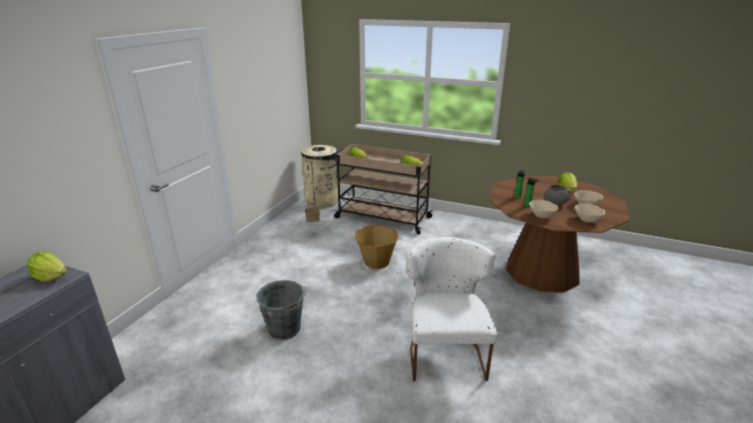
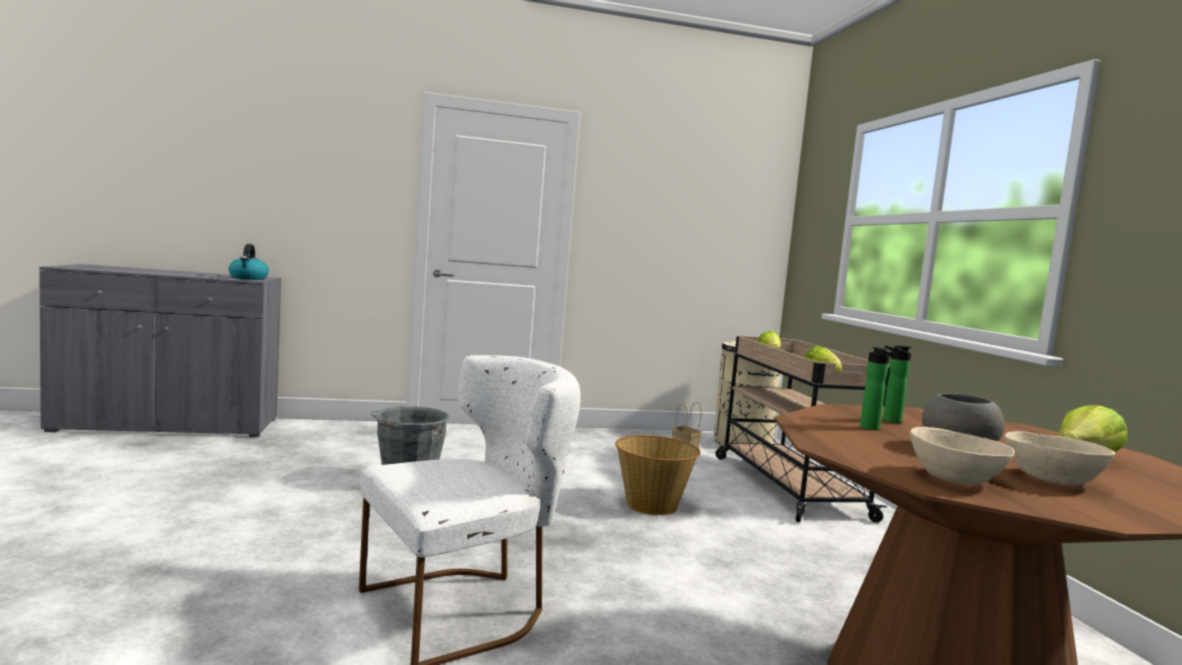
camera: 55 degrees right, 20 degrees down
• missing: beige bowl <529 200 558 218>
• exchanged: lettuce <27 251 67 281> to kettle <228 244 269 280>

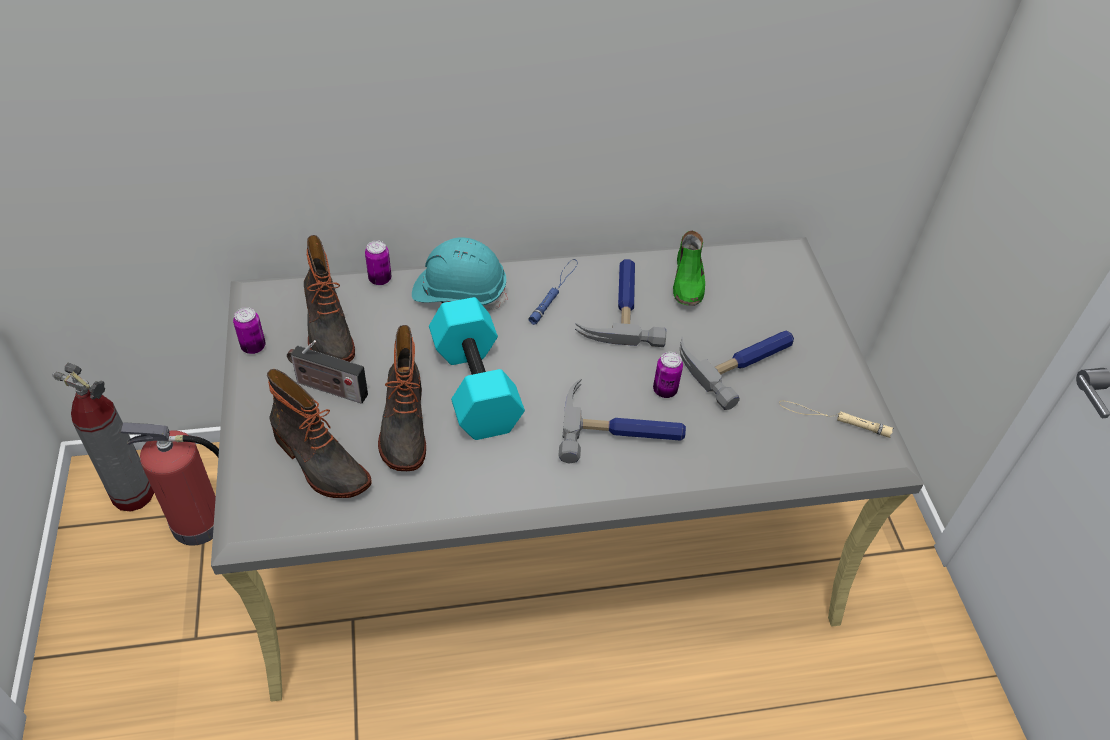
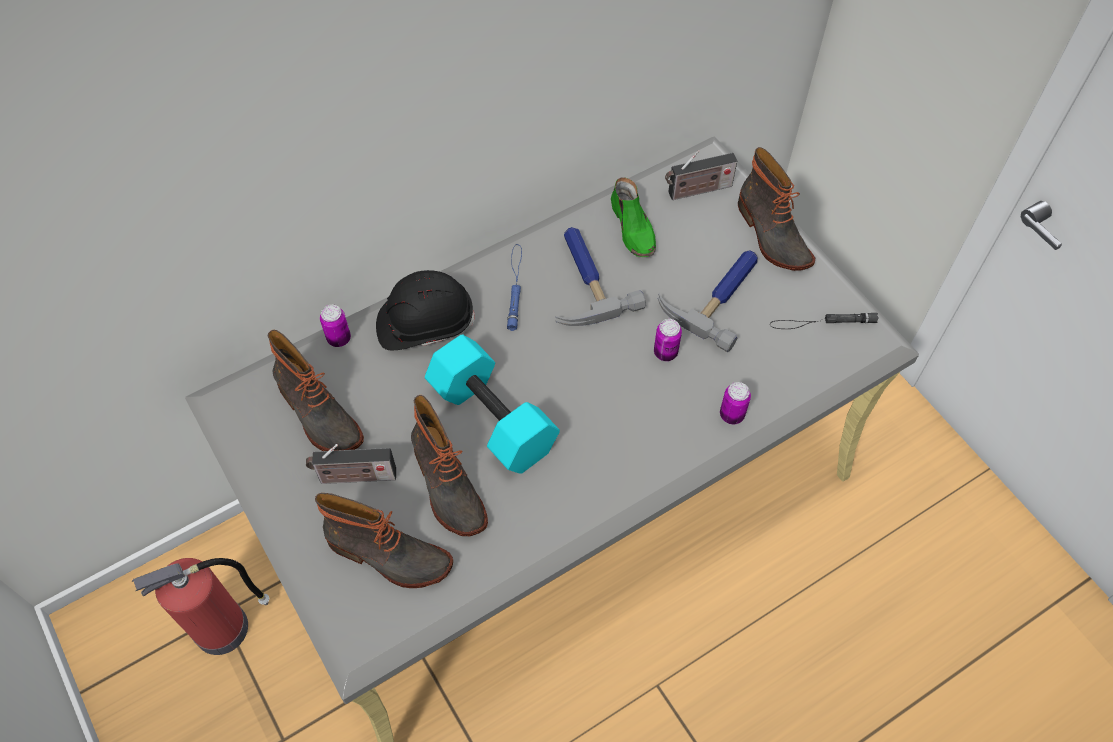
camera: 20 degrees left, 10 degrees up
• colour: turquoise hard hat <412 237 508 310> to black hard hat <376 270 475 350>
• relocated: can <233 307 266 354> to <720 382 751 424>
• missing: fire extinguisher <52 363 154 512>
• missing: hammer <558 379 686 464>
• colour: beige flashlight <779 400 893 438> to black flashlight <770 313 879 329>
• appeared: boot <738 147 815 271>
• appeared: radio <665 150 737 200>

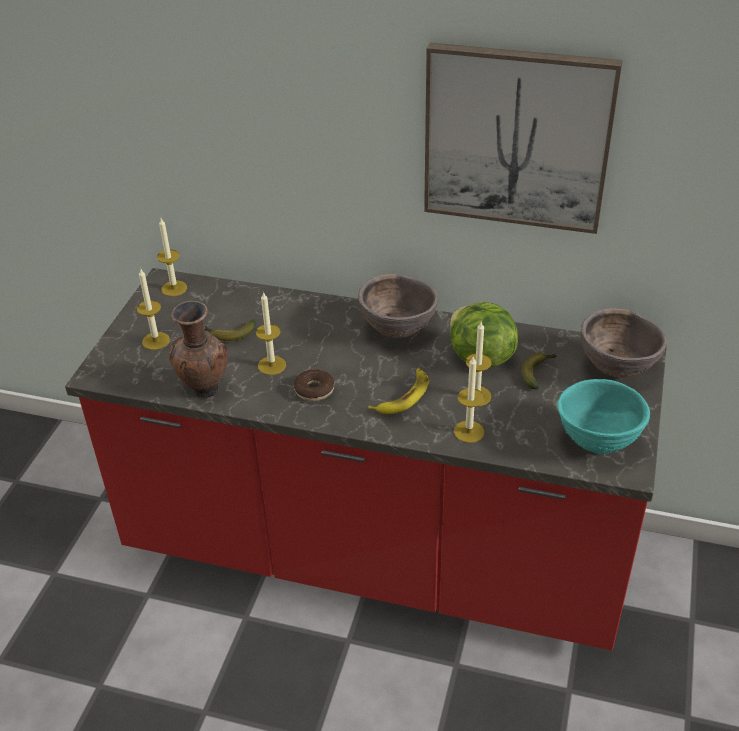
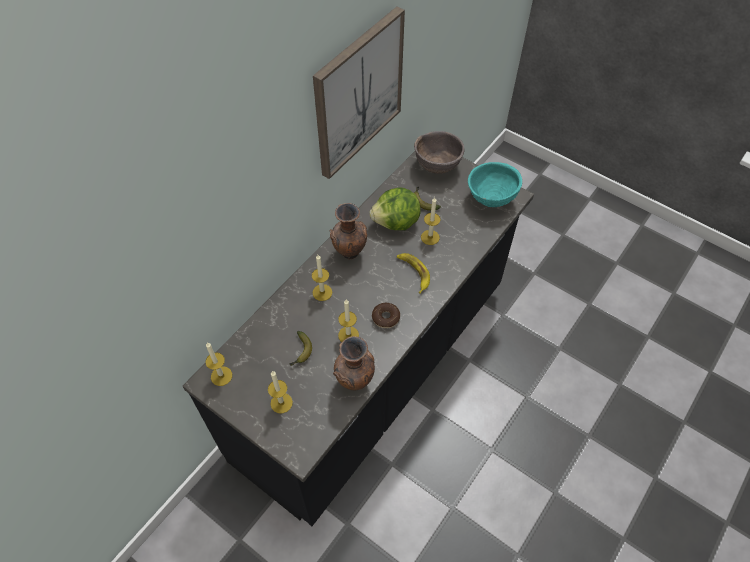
camera: 70 degrees left, 15 degrees up
• colour: red counter <65 268 667 651> to black counter <183 151 534 526>
• exchanged: brown bowl <358 274 438 338> to brown vase <329 203 367 259>
• relocated: candle <454 356 485 443> to <312 255 332 301>

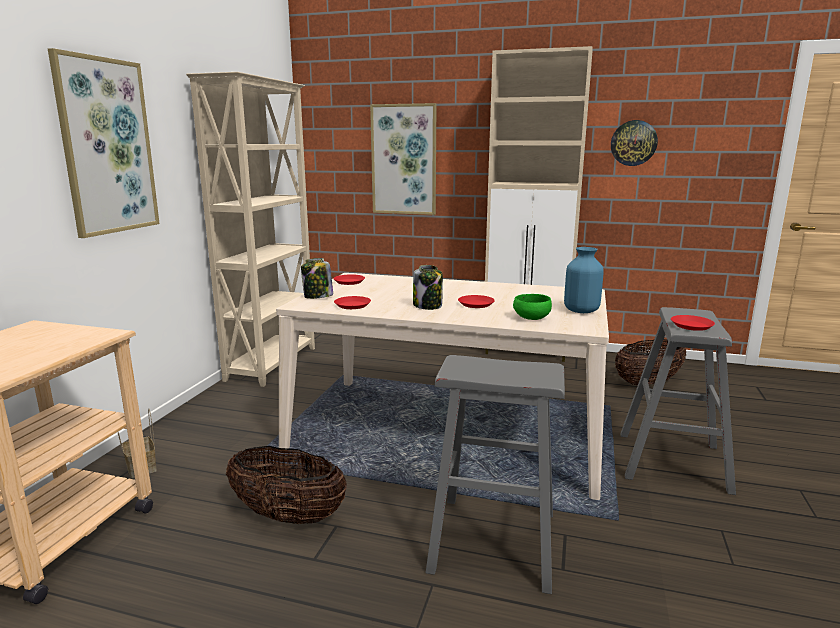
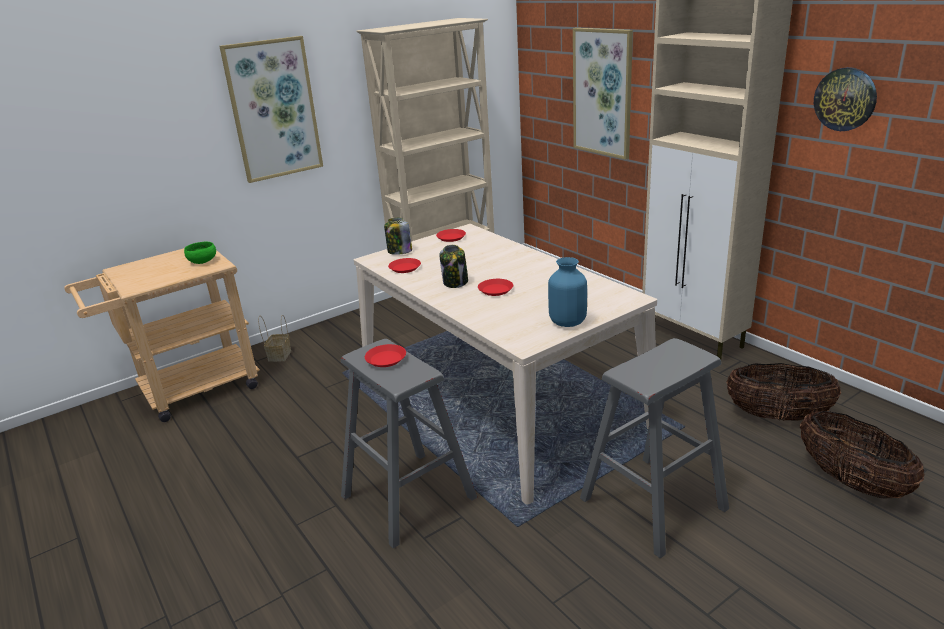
camera: 40 degrees right, 10 degrees up
• relocated: green bowl <513 294 552 320> to <184 242 216 264>
• relocated: red plate <671 315 715 331> to <365 344 406 367>
• relocated: basket <226 446 347 524> to <800 410 925 499>

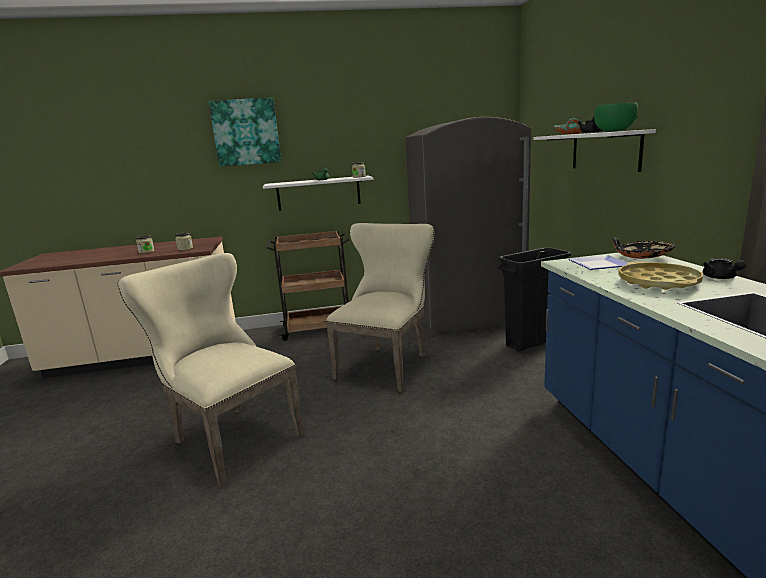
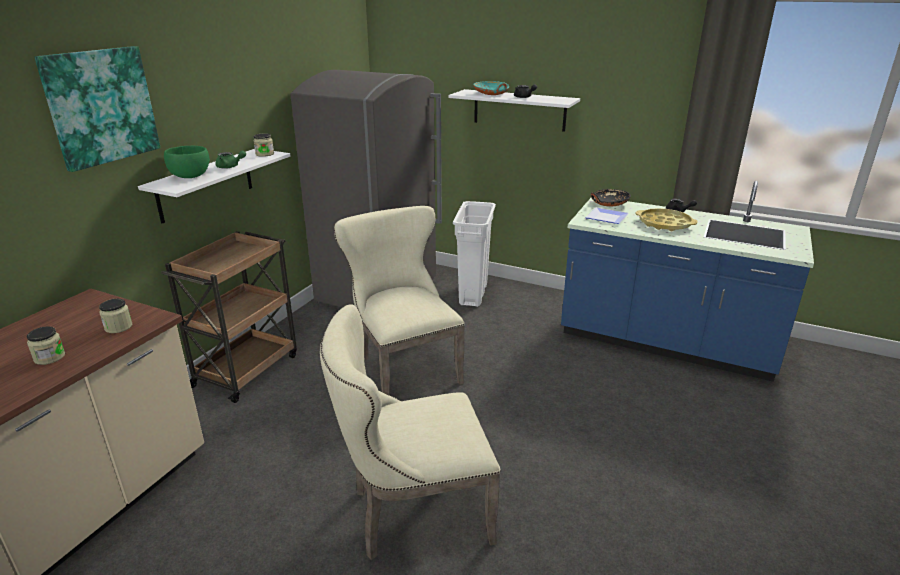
camera: 55 degrees left, 10 degrees up
• relocated: green bowl <594 103 638 132> to <164 146 210 178>
• colour: black trash can <499 247 571 352> to white trash can <453 201 496 307>

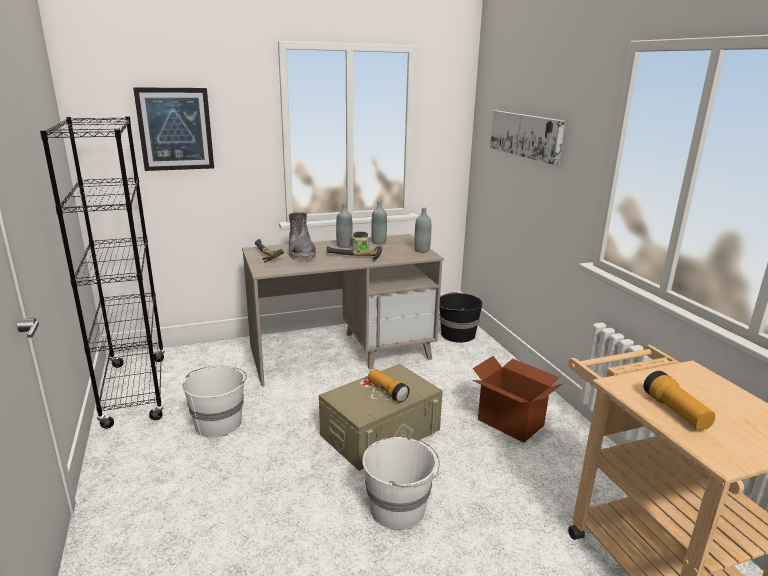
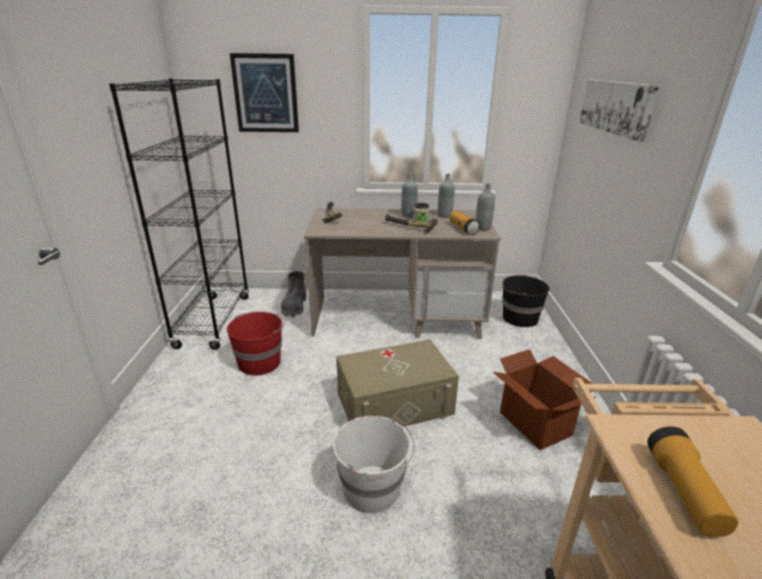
camera: 20 degrees right, 5 degrees up
• relocated: grey boot <289 212 316 260> to <281 271 306 317>
• colour: white bucket <182 366 247 437> to red bucket <227 311 285 376>
• relocated: flashlight <368 369 410 403> to <450 211 480 235>

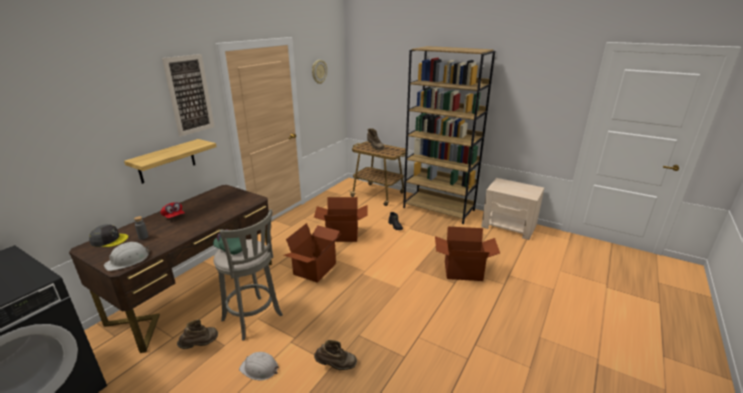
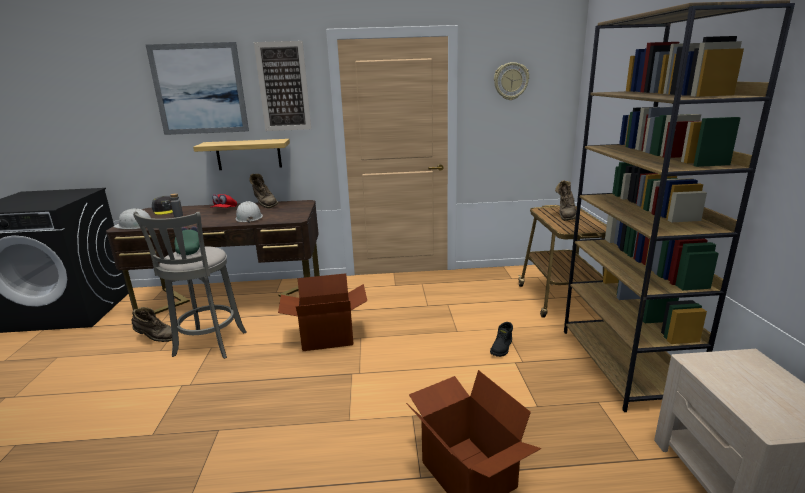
camera: 55 degrees right, 5 degrees down
• missing: cardboard box <314 197 368 242>
• relocated: brown boot <314 340 357 370> to <249 174 278 208>
• relocated: white hard hat <239 352 279 381> to <236 201 263 223>
• appeared: picture <146 42 249 135>

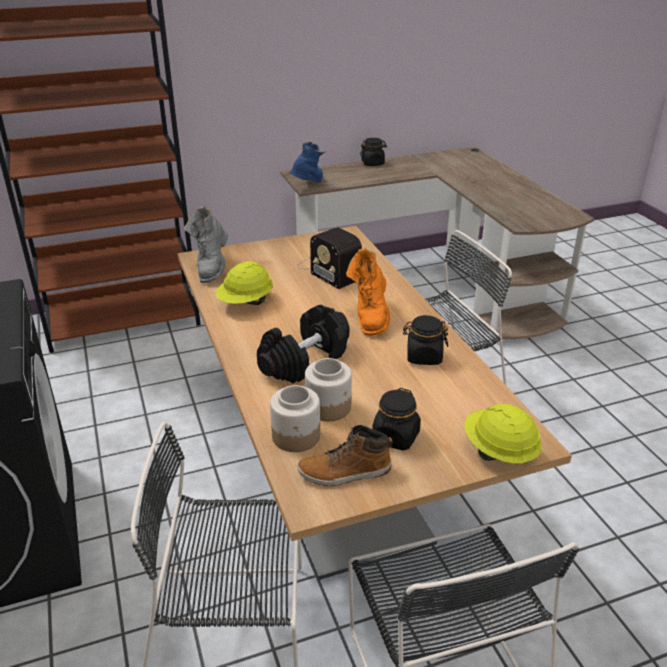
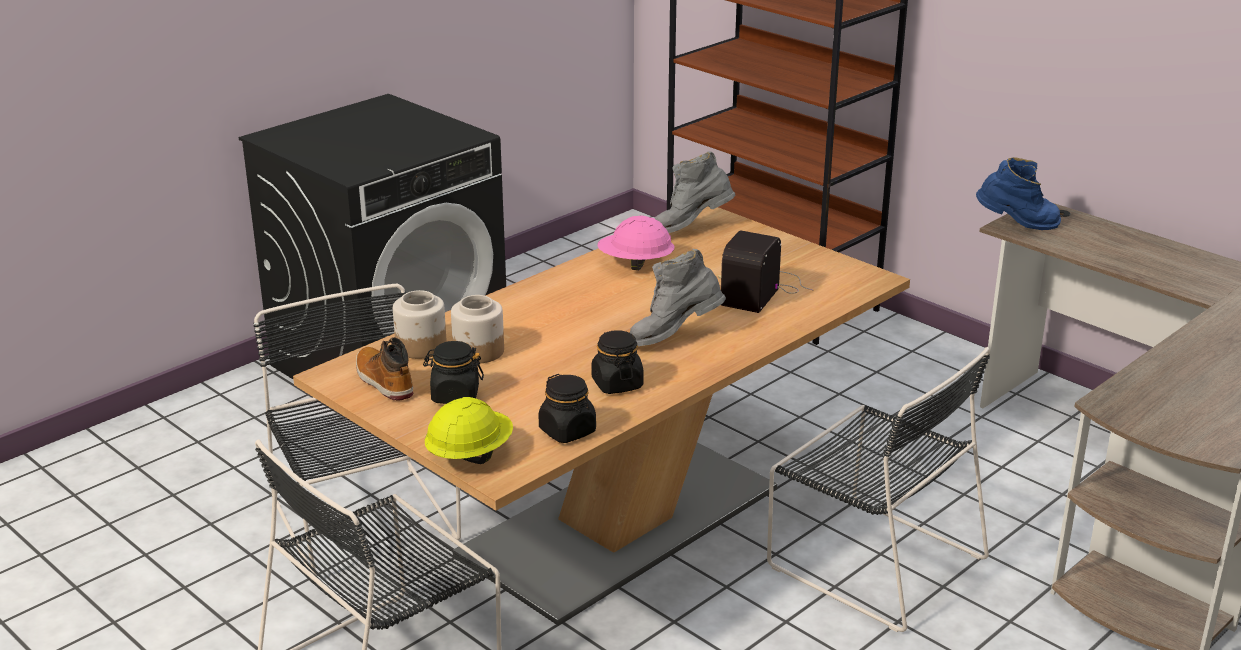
camera: 65 degrees right, 5 degrees down
• relocated: black jar <360 138 387 166> to <538 374 596 443>
• colour: orange boot <346 248 390 336> to grey boot <630 249 726 346>
• colour: yellow hard hat <216 261 273 305> to pink hard hat <597 216 675 270>
• missing: black dumbbell <257 305 350 383>

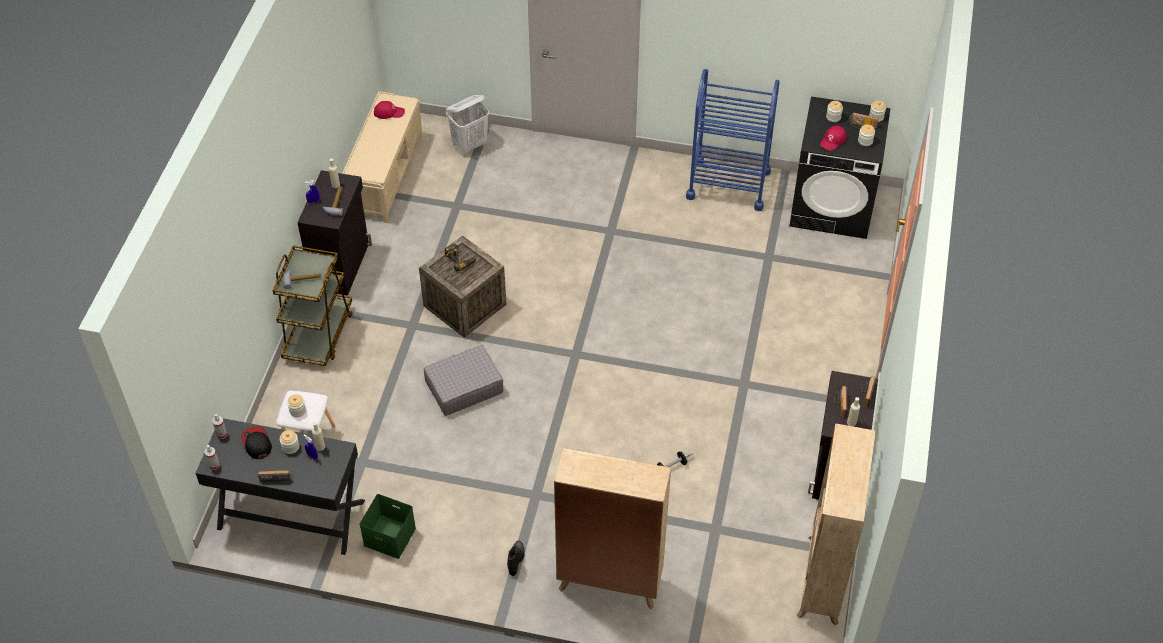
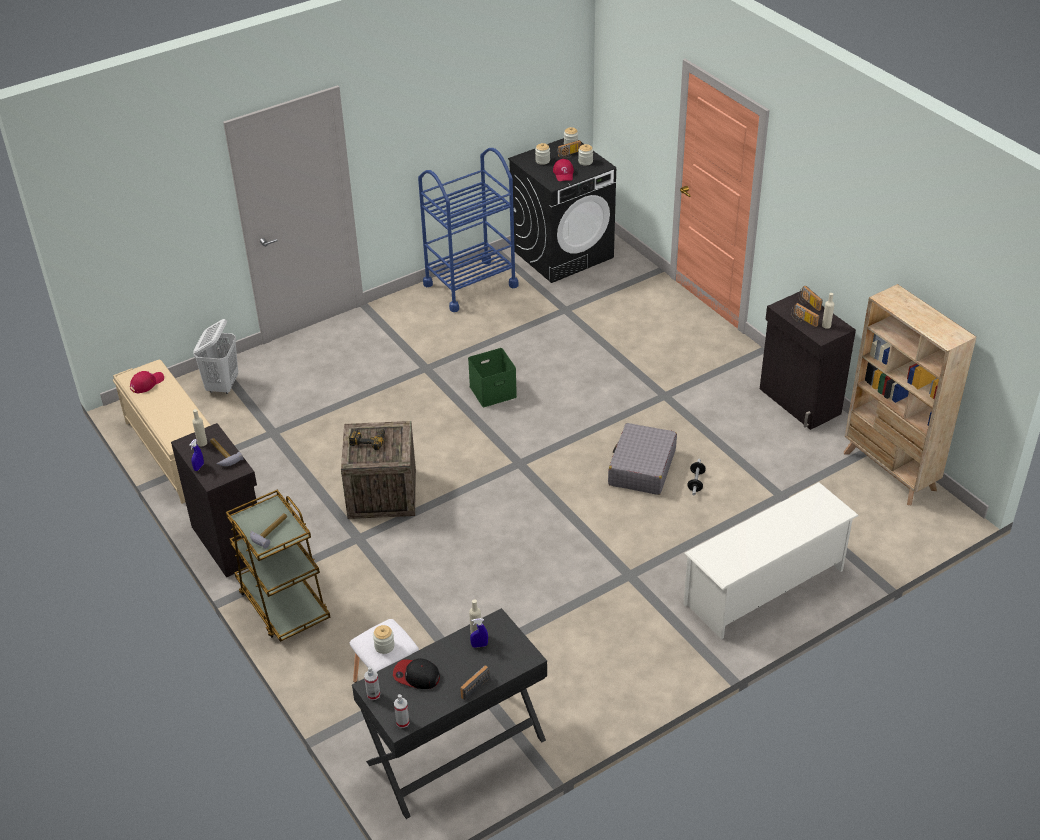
camera: 45 degrees left, 10 degrees down
• relocated: grey suitcase <424 345 503 416> to <608 423 677 495>
• missing: jar <280 430 299 454>
• exchanged: beige bookcase <554 448 671 609> to white shoe rack <683 482 859 639>
• relocated: green storage box <360 494 416 559> to <468 348 517 407>
• missing: black boot <507 541 525 576>

